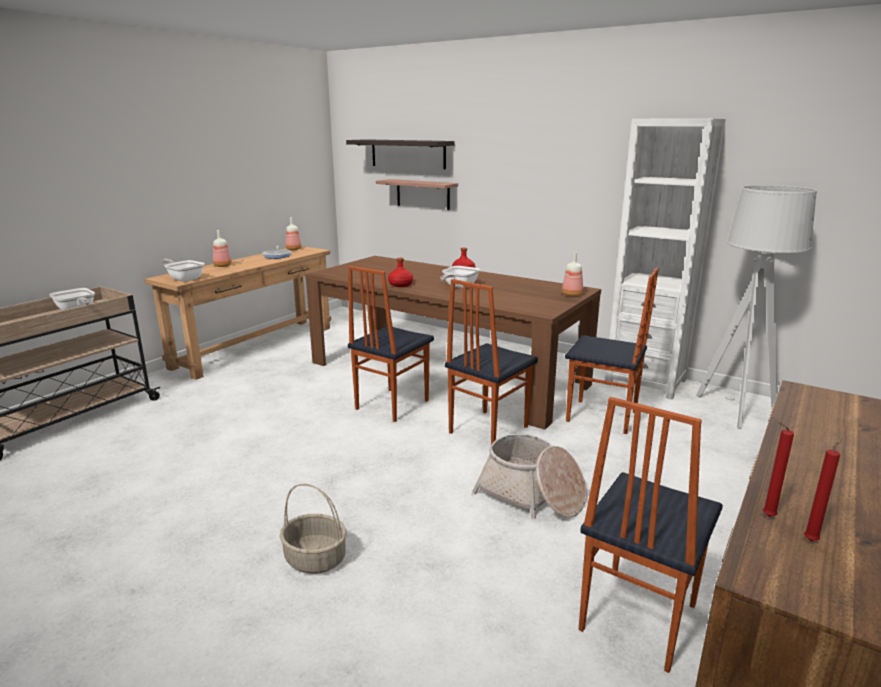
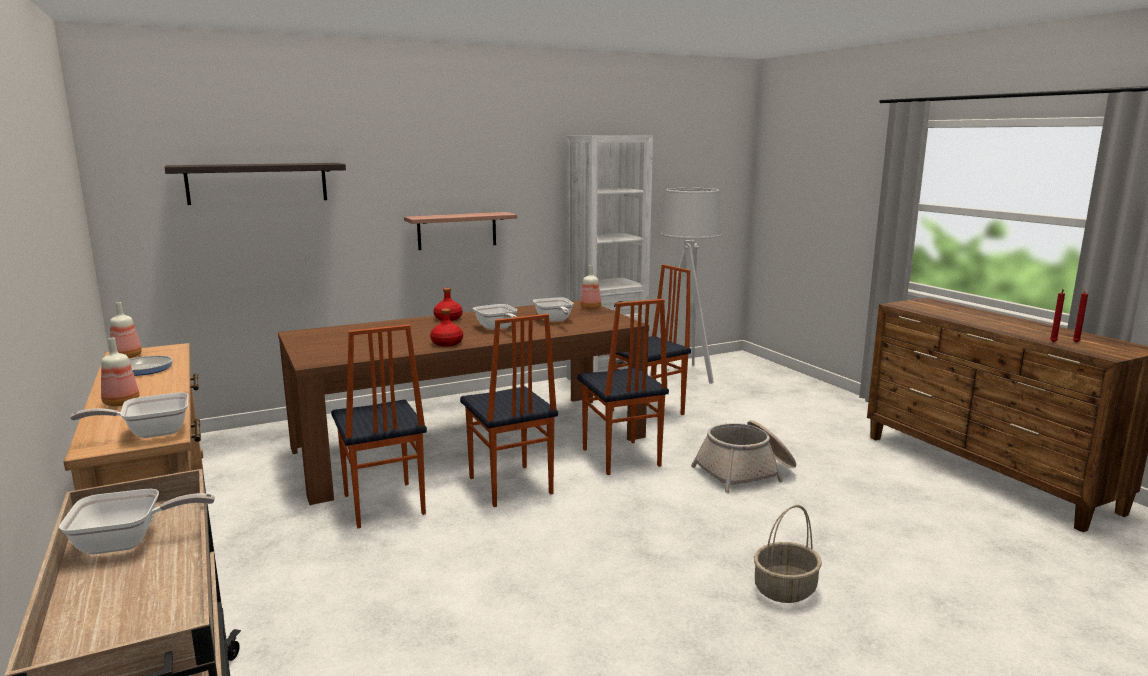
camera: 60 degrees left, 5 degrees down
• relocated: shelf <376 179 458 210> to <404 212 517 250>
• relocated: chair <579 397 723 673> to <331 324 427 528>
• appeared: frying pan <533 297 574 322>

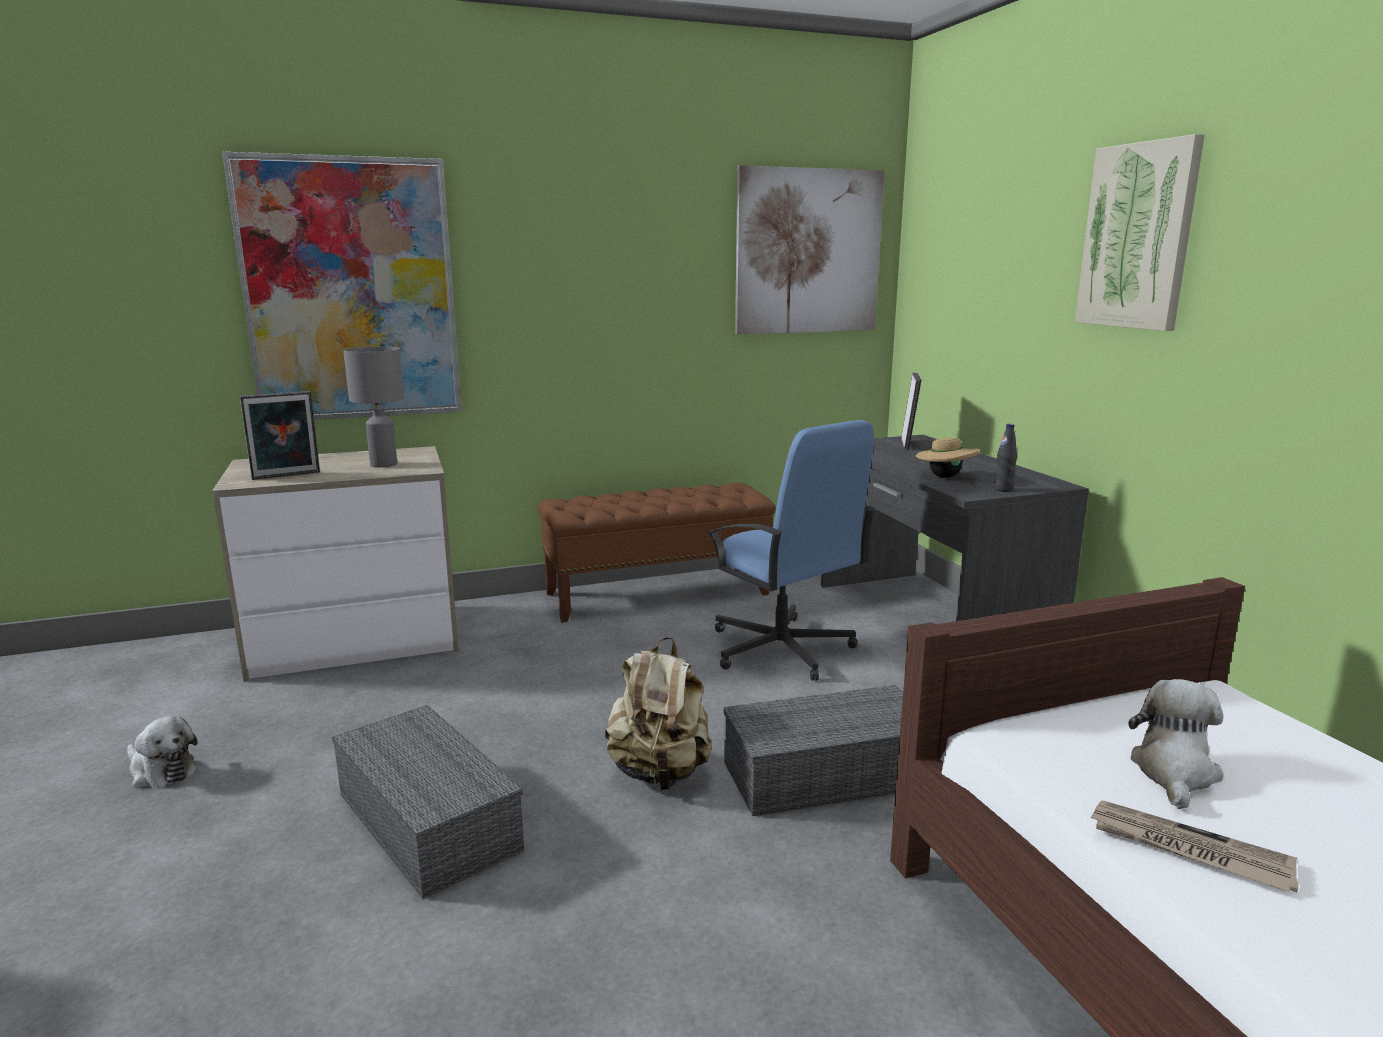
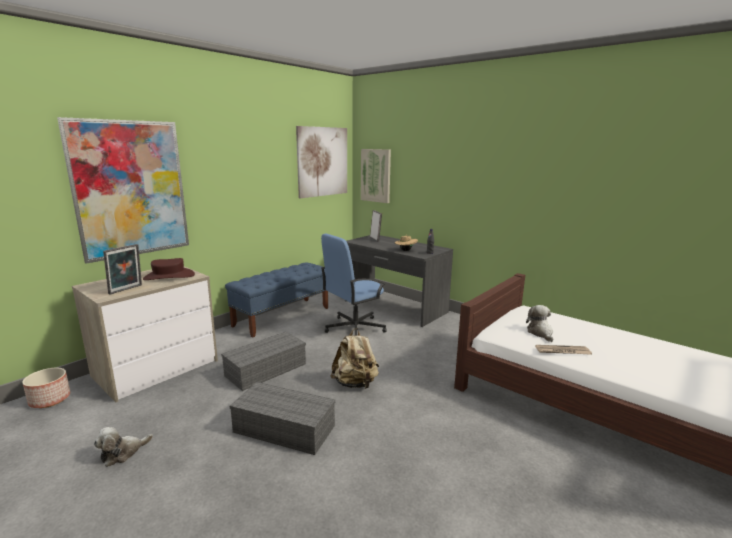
camera: 30 degrees left, 0 degrees up
• relocated: picture <1075 134 1205 331> to <361 149 391 203>
• exchanged: grey table lamp <343 346 404 468> to brown hat <143 258 195 280>
• spun: blue office chair <707 420 875 681> = <321 234 387 336> 120 degrees clockwise
• colour: brown bench <538 483 776 623> to blue bench <225 262 328 338>
• relocated: grey storage box <723 685 903 816> to <221 332 306 391>
• spun: plush toy <127 716 198 789> = <94 427 153 467> 135 degrees clockwise
• appeared: planter <22 368 70 408>

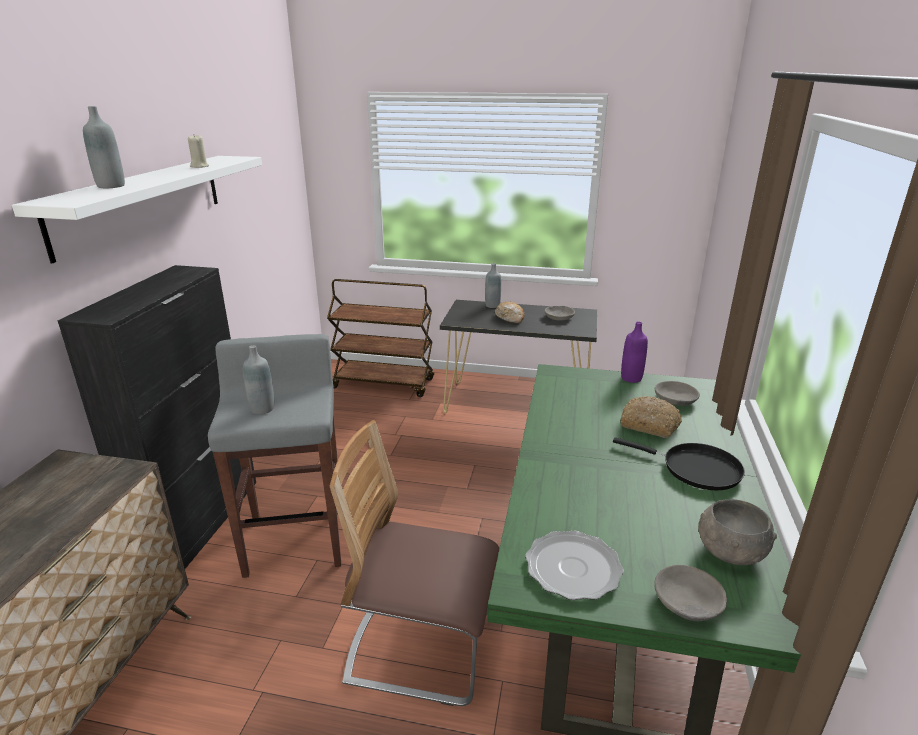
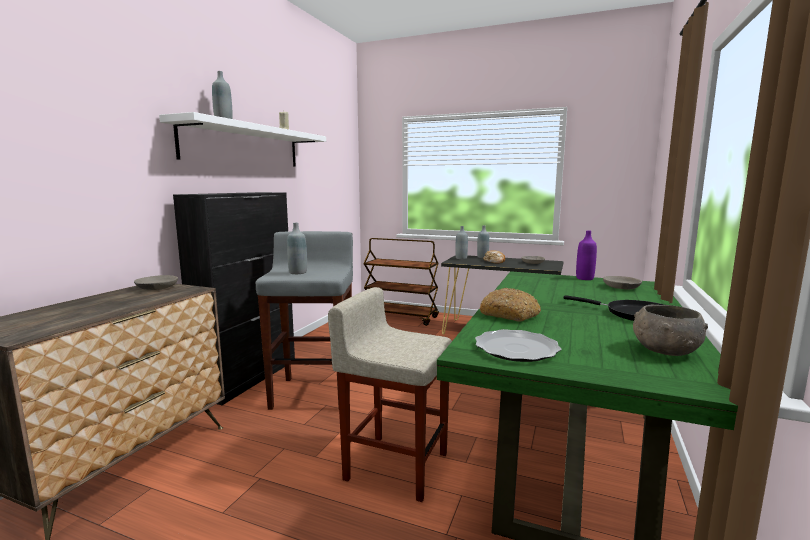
camera: 10 degrees right, 15 degrees down
• relocated: bread <621 396 682 438> to <479 288 541 322>
• exchanged: chair <330 420 499 706> to beige stool <328 287 452 502>
• relocated: grey bowl <654 565 727 621> to <134 275 178 290>
• appeared: grey bottle <455 226 468 259>

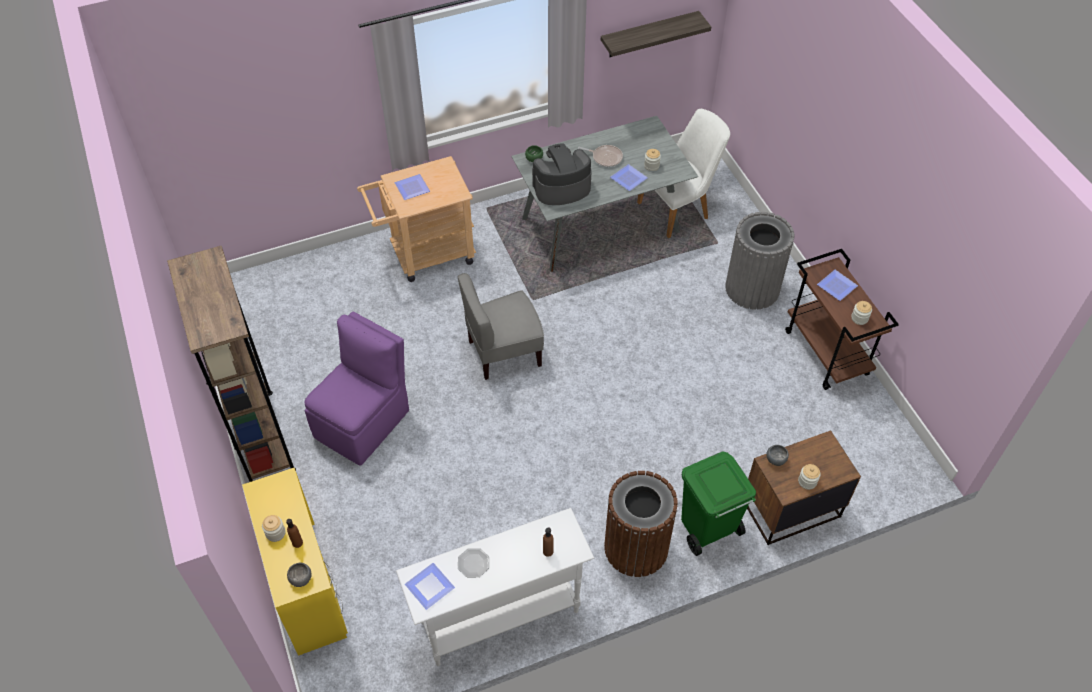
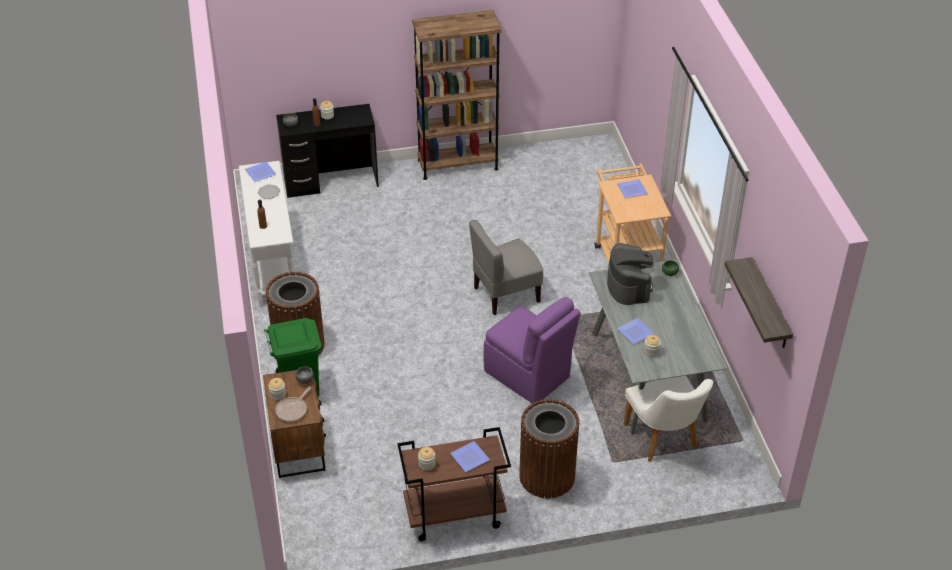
camera: 100 degrees right, 10 degrees down
• relocated: frying pan <578 145 623 167> to <275 387 311 422>
• colour: grey trash can <725 212 794 310> to brown trash can <519 399 580 498>
• spun: grey chair <457 273 544 380> = <469 220 543 315> 105 degrees counterclockwise
• relocated: purple chair <304 312 409 465> to <484 297 581 404>
• colour: yellow desk <242 468 348 656> to black desk <276 104 379 198>

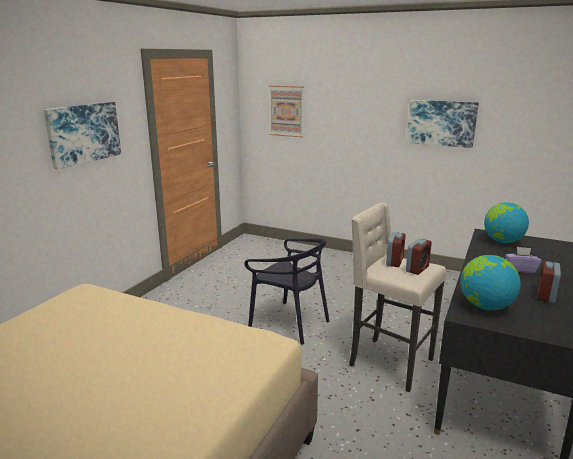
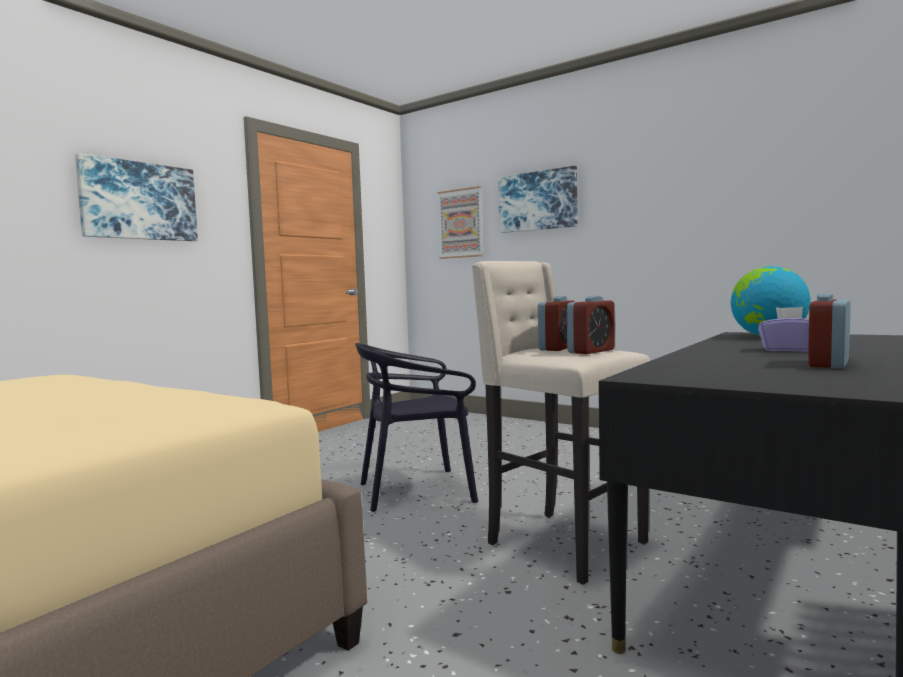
camera: 10 degrees right, 15 degrees down
• relocated: picture <406 100 479 148> to <498 166 578 233>
• spun: black chair <244 238 330 344> = <355 343 478 512> 120 degrees clockwise
• missing: globe <461 255 521 310>

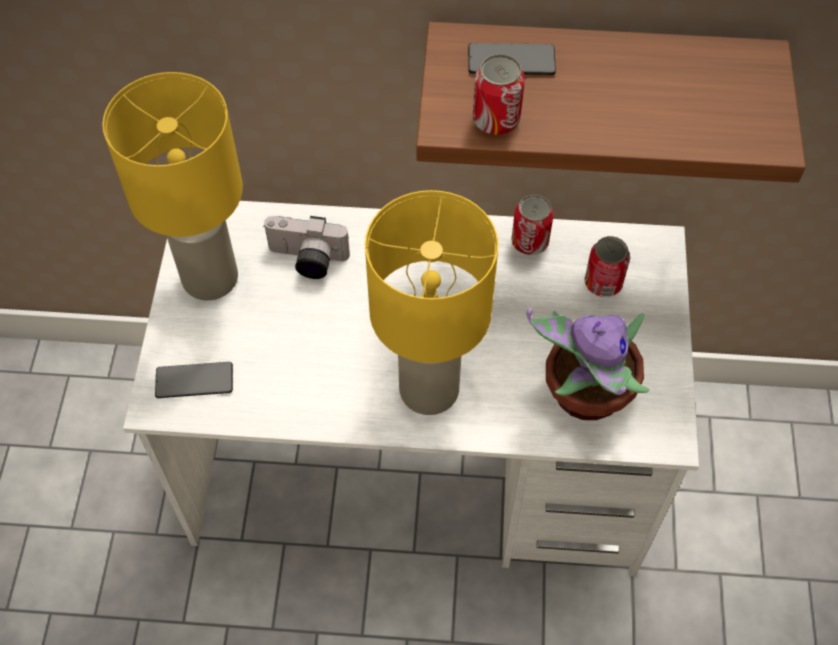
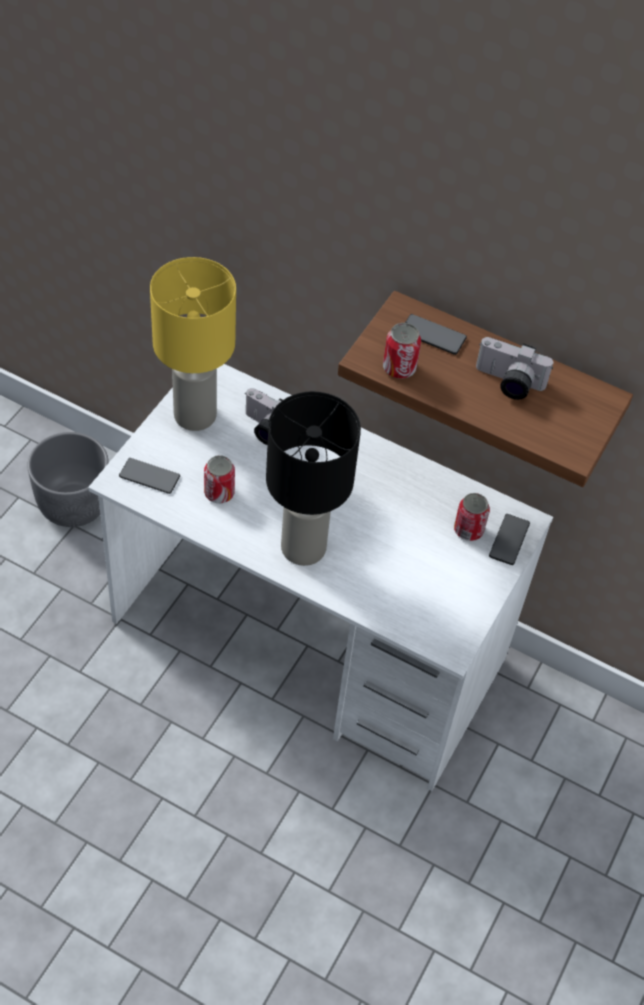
camera: 20 degrees right, 5 degrees down
• colour: yellow table lamp <365 190 498 415> to black table lamp <266 391 361 566>
• relocated: can <511 195 554 255> to <204 455 235 503>
• missing: potted plant <526 308 649 420>
• appeared: photo camera <476 337 553 400>
• appeared: grey planter <27 432 109 527>
• appeared: phone <489 514 530 565>

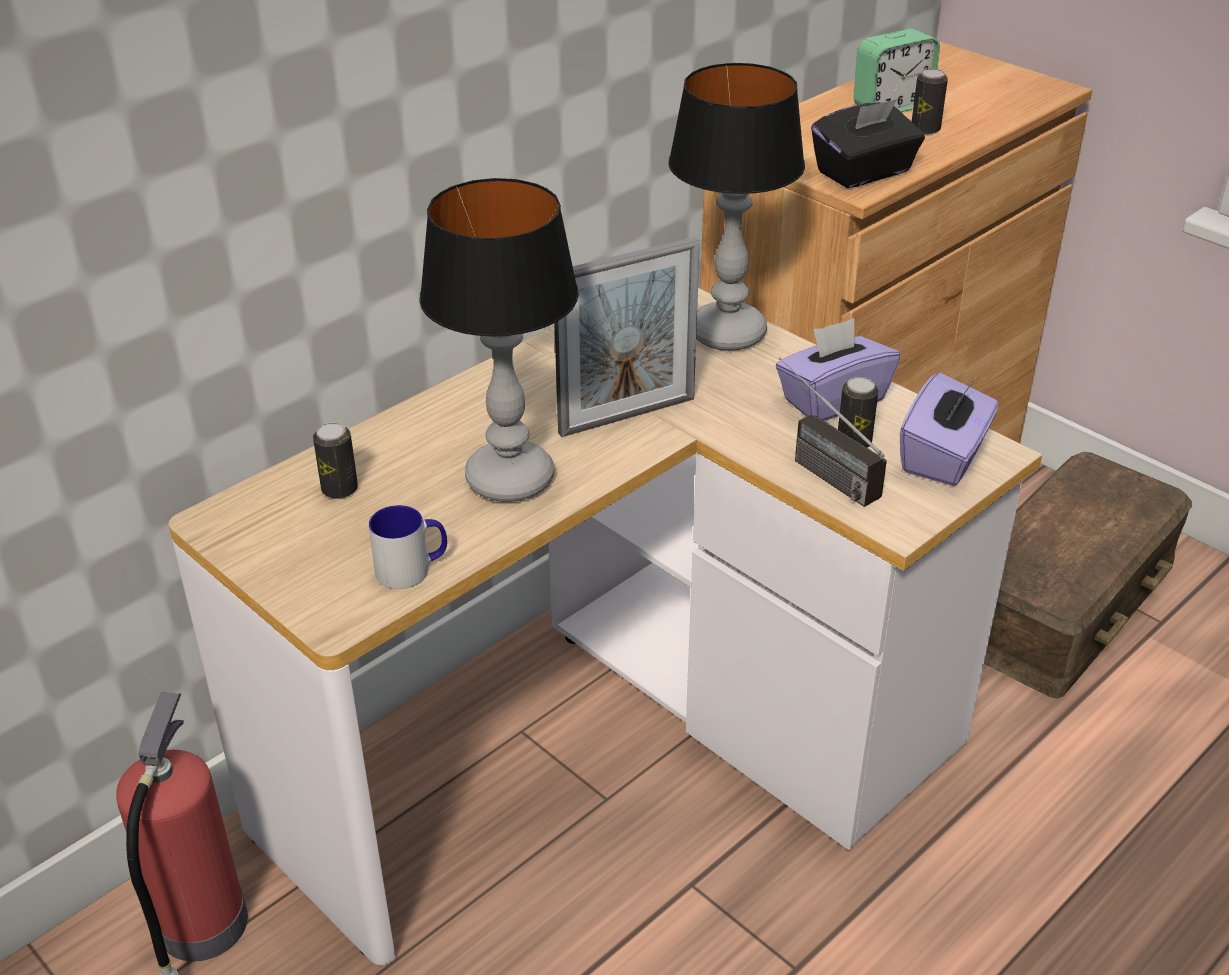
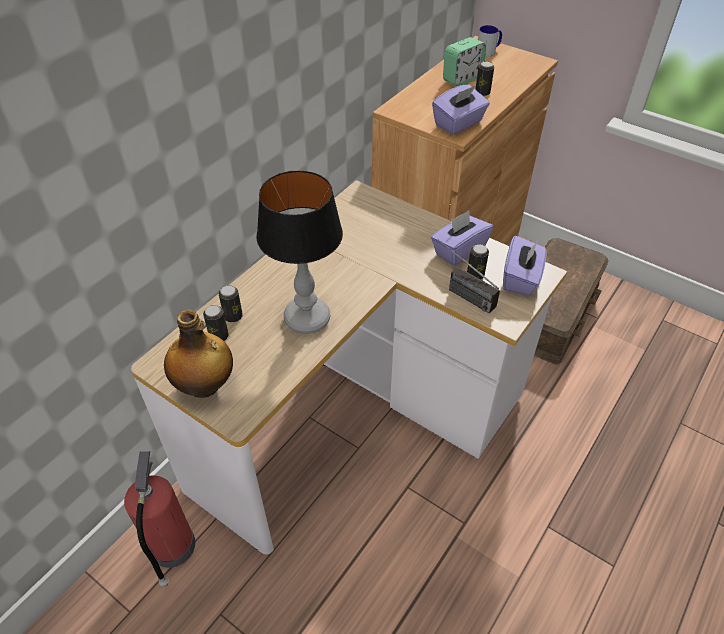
camera: 10 degrees left, 10 degrees up
• missing: table lamp <668 63 805 351>
• colour: black tissue box <811 99 925 188> to purple tissue box <432 85 490 135>
• missing: picture frame <554 237 700 437>
• relocated: mug <369 505 447 589> to <478 25 502 57>
• appeared: can <219 285 243 322>
• appeared: bottle <164 309 233 398>

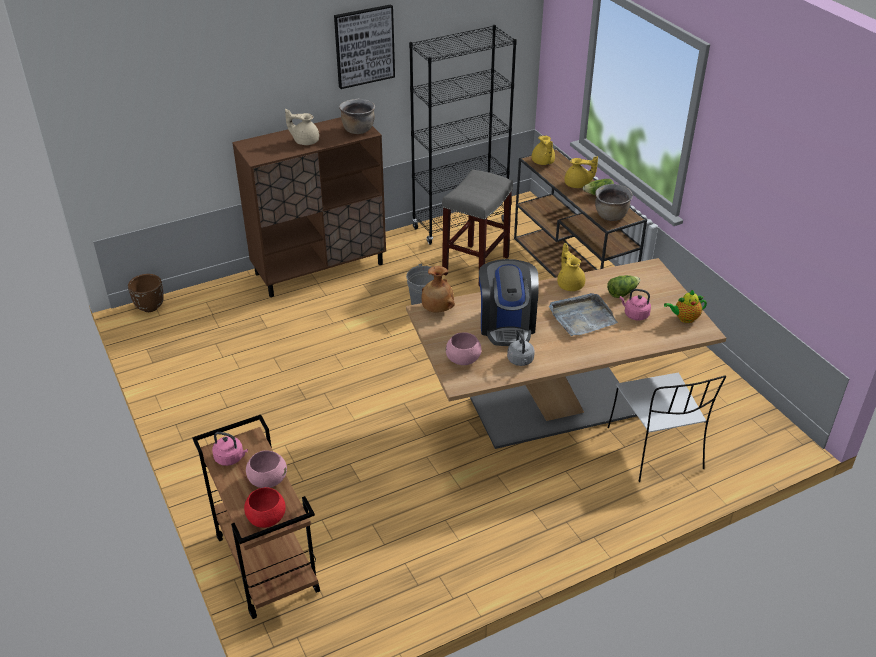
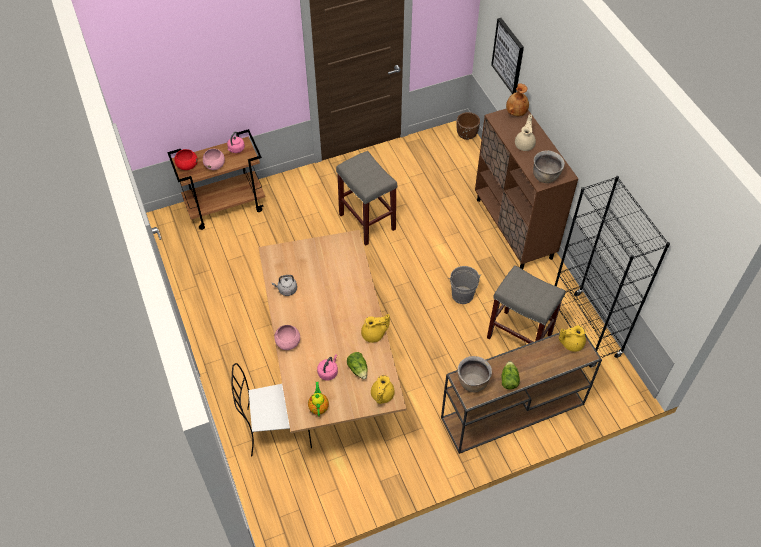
camera: 95 degrees right, 15 degrees up
• relocated: picture <334 4 395 89> to <491 18 524 94>
• relocated: yellow teapot <564 156 598 188> to <371 375 395 404>
• missing: coffee machine <479 259 539 346>
• relocated: brown vase <421 266 455 313> to <506 84 529 116>
• missing: grey tray <549 293 618 336>
• relocated: pink bowl <446 332 482 365> to <274 325 300 350>
• appeared: grey stool <336 151 397 246>

